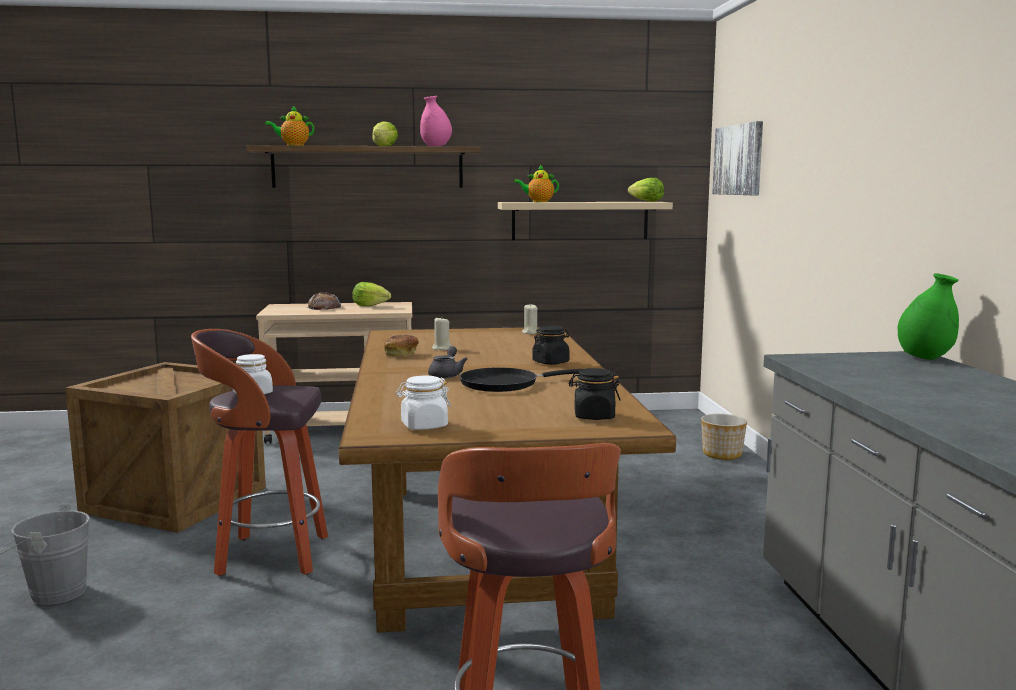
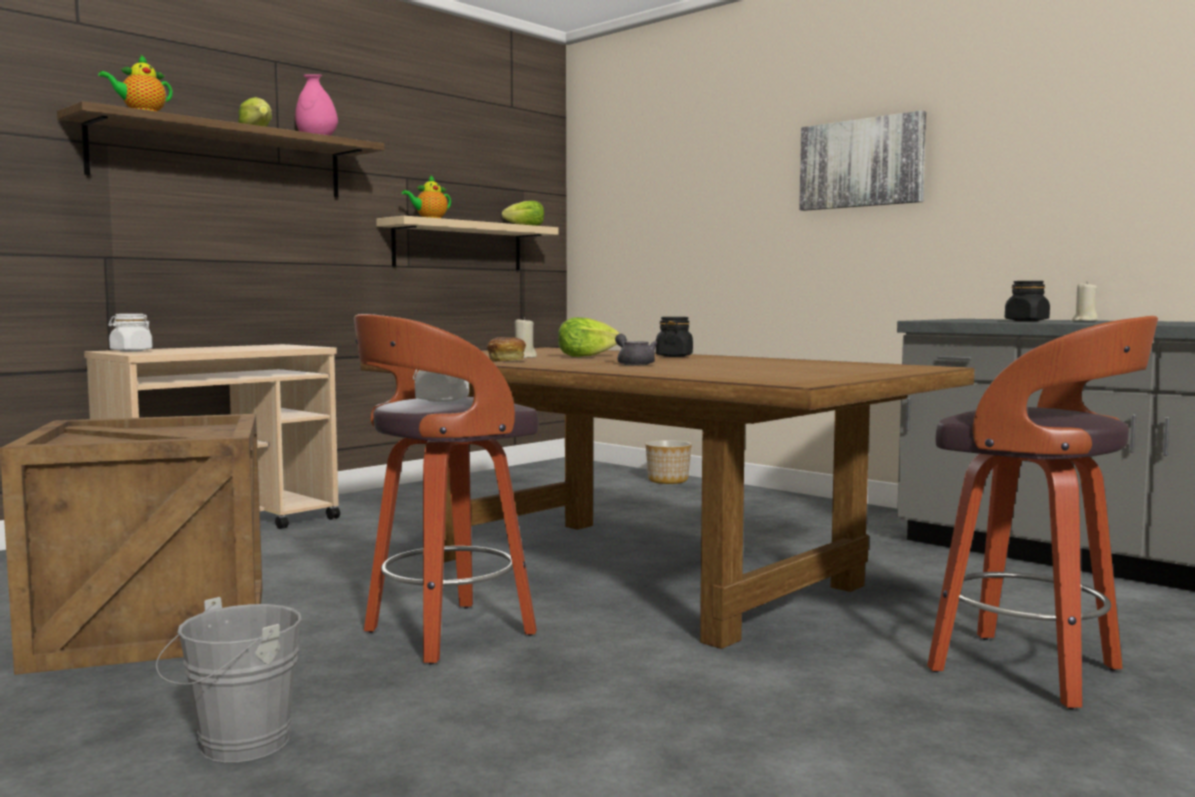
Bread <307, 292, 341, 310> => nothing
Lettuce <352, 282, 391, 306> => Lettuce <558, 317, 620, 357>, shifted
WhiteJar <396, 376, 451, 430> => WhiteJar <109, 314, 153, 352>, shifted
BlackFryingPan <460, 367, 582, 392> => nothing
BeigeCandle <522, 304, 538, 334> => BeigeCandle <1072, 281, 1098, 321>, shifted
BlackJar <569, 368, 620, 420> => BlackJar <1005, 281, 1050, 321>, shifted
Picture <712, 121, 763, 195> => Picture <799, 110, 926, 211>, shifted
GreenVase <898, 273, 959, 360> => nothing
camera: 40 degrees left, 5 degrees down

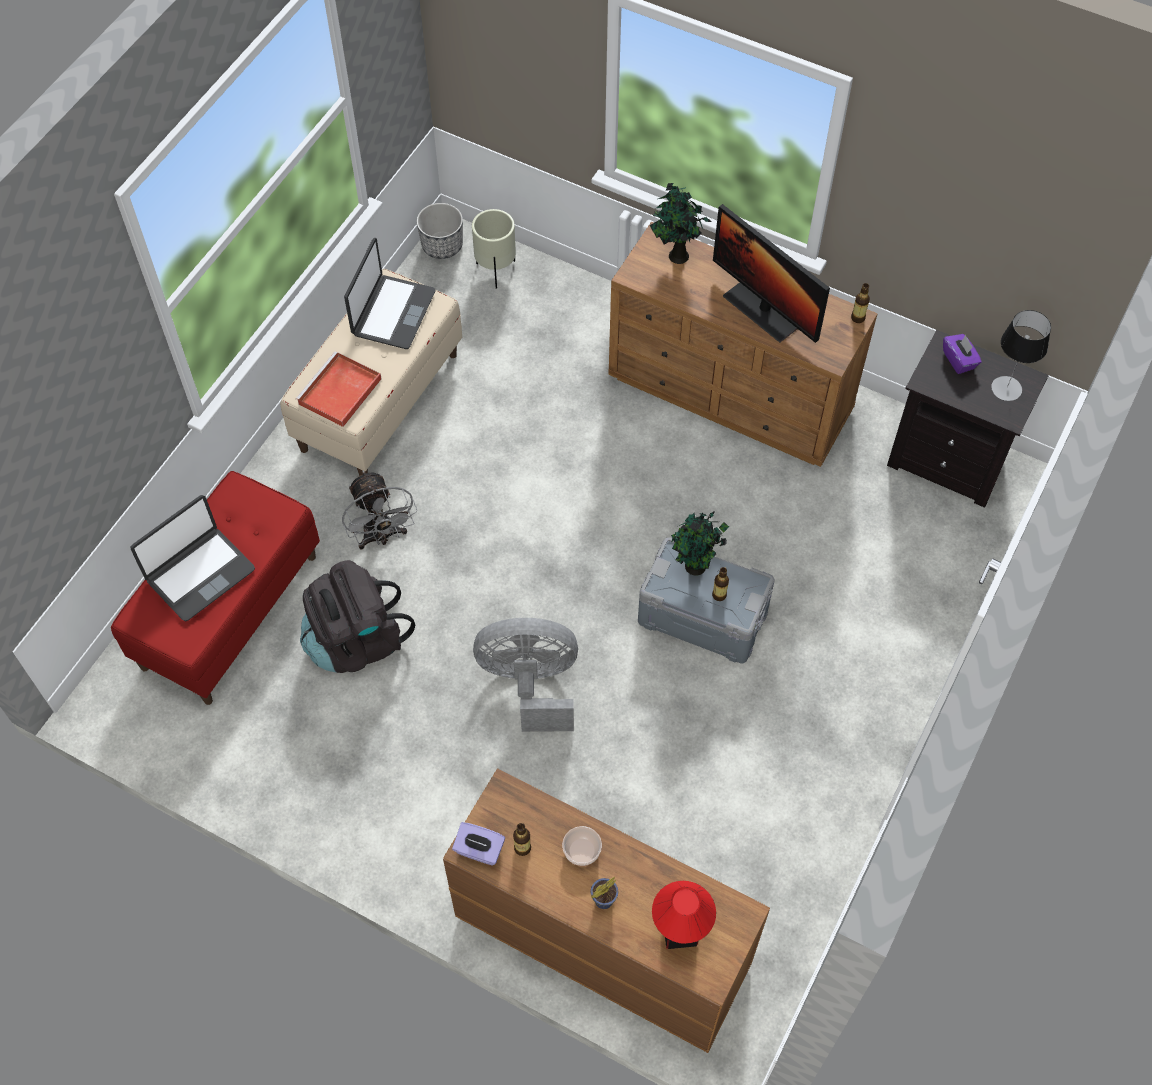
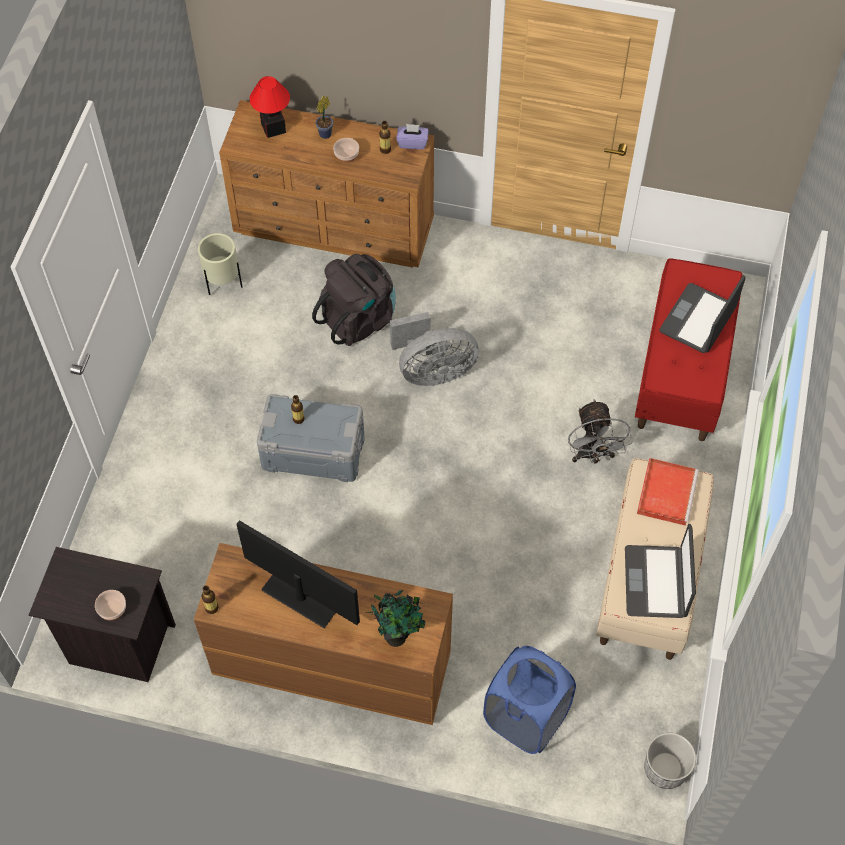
BlackBackpack <300, 560, 415, 673> => BlackBackpack <312, 254, 396, 346>, shifted
GreyFan <342, 471, 418, 549> => GreyFan <568, 399, 633, 464>, 150 degrees counterclockwise
BeigePlanter <472, 209, 516, 289> => BeigePlanter <198, 233, 242, 295>, shifted
PottedPlant <671, 511, 729, 576> => nothing
PurpleTissueBox <943, 334, 982, 374> => Bowl <95, 590, 126, 620>
TableLamp <991, 310, 1051, 401> => nothing
nothing => BlueLaundryBasket <483, 646, 576, 754>
camera: 165 degrees right, 0 degrees up

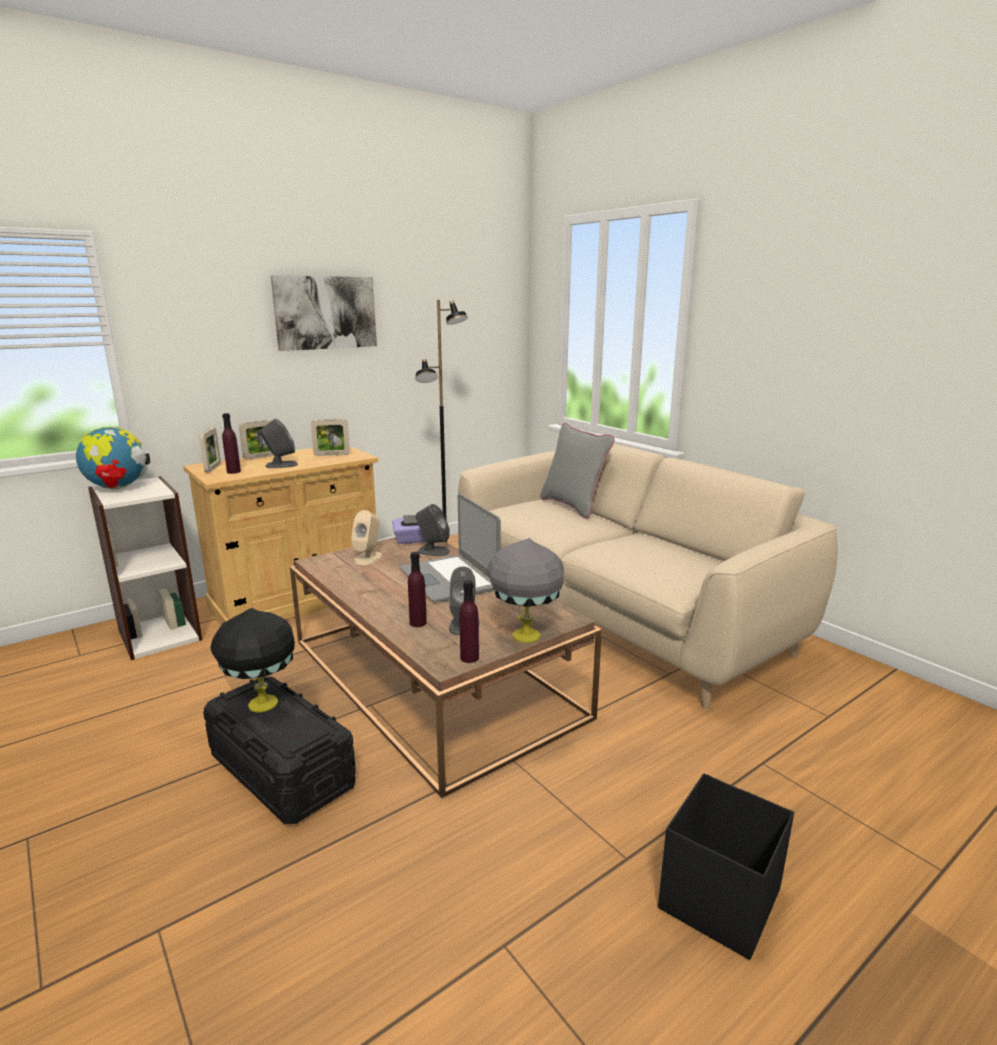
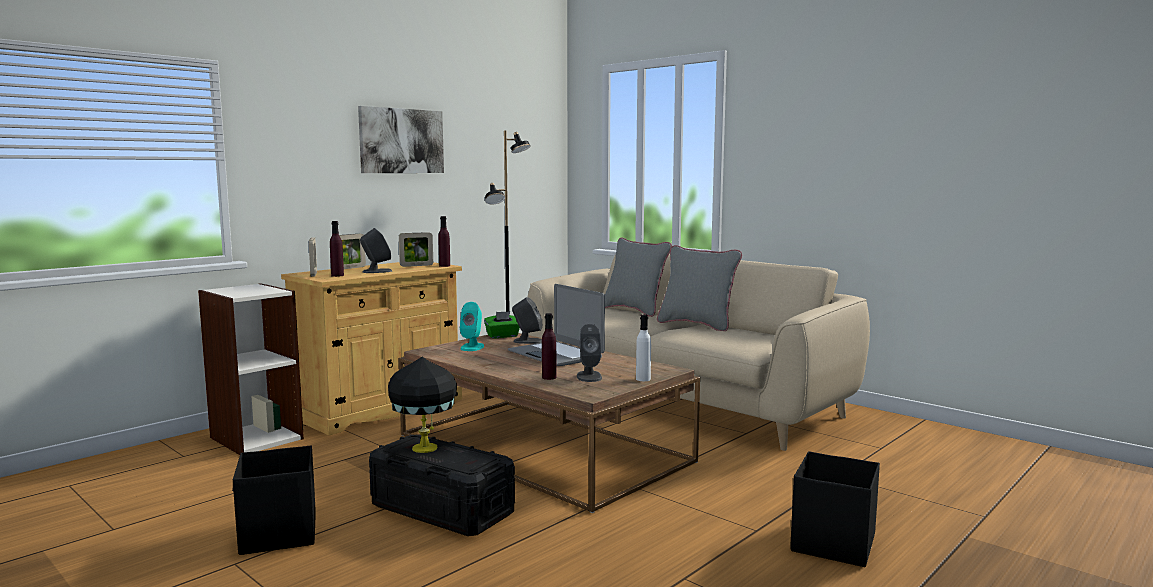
Globe <76, 426, 150, 490> => nothing
BeigeSpeaker <351, 510, 383, 565> => TurquoiseSpeaker <460, 302, 484, 351>
PurpleTissueBox <393, 515, 426, 544> => GreenTissueBox <484, 311, 520, 338>
PurpleBottle <460, 580, 479, 663> => PurpleBottle <438, 216, 450, 267>, shifted
GreyTableLamp <487, 538, 564, 643> => WhiteBottle <636, 314, 651, 381>
nothing => BlackStorageBox <232, 446, 316, 555>
nothing => GreyPillow <657, 245, 742, 331>
camera: 10 degrees left, 10 degrees down

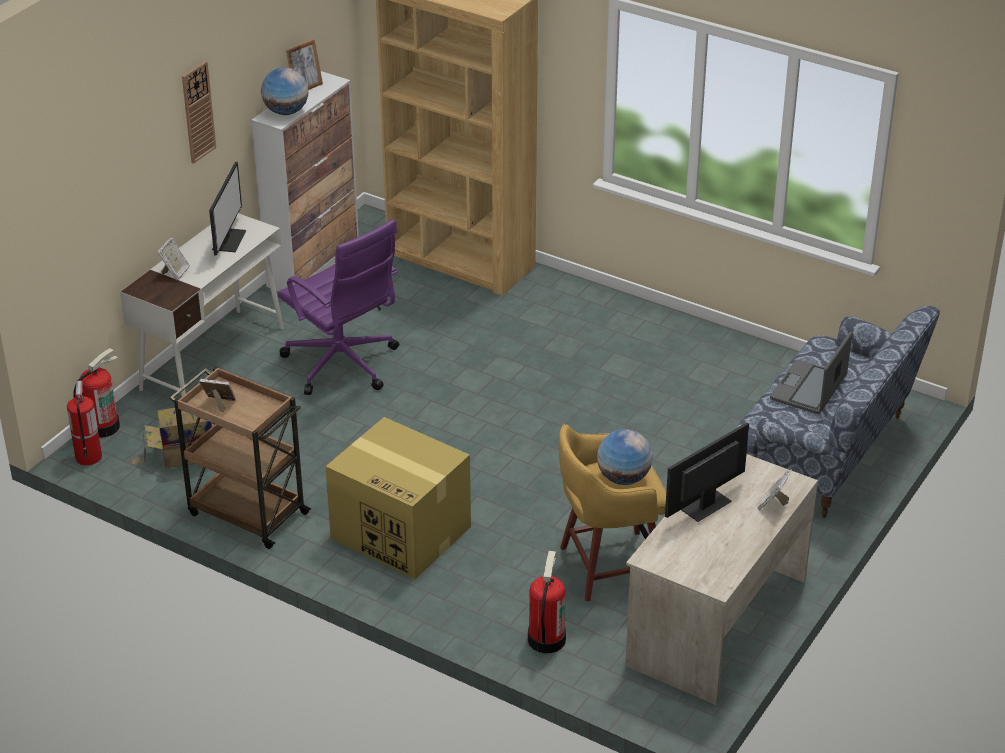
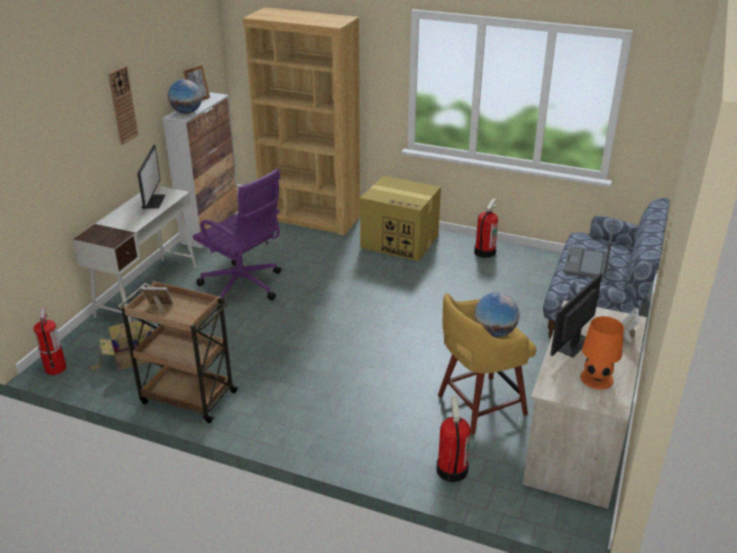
FireExtinguisher <73, 348, 120, 438> => FireExtinguisher <474, 198, 498, 258>, shifted
PictureFrame <157, 238, 190, 280> => nothing
CardboardBox <325, 417, 471, 579> => CardboardBox <360, 176, 441, 261>, shifted
nothing => OrangeTableLamp <580, 316, 624, 389>
camera: 10 degrees left, 5 degrees down

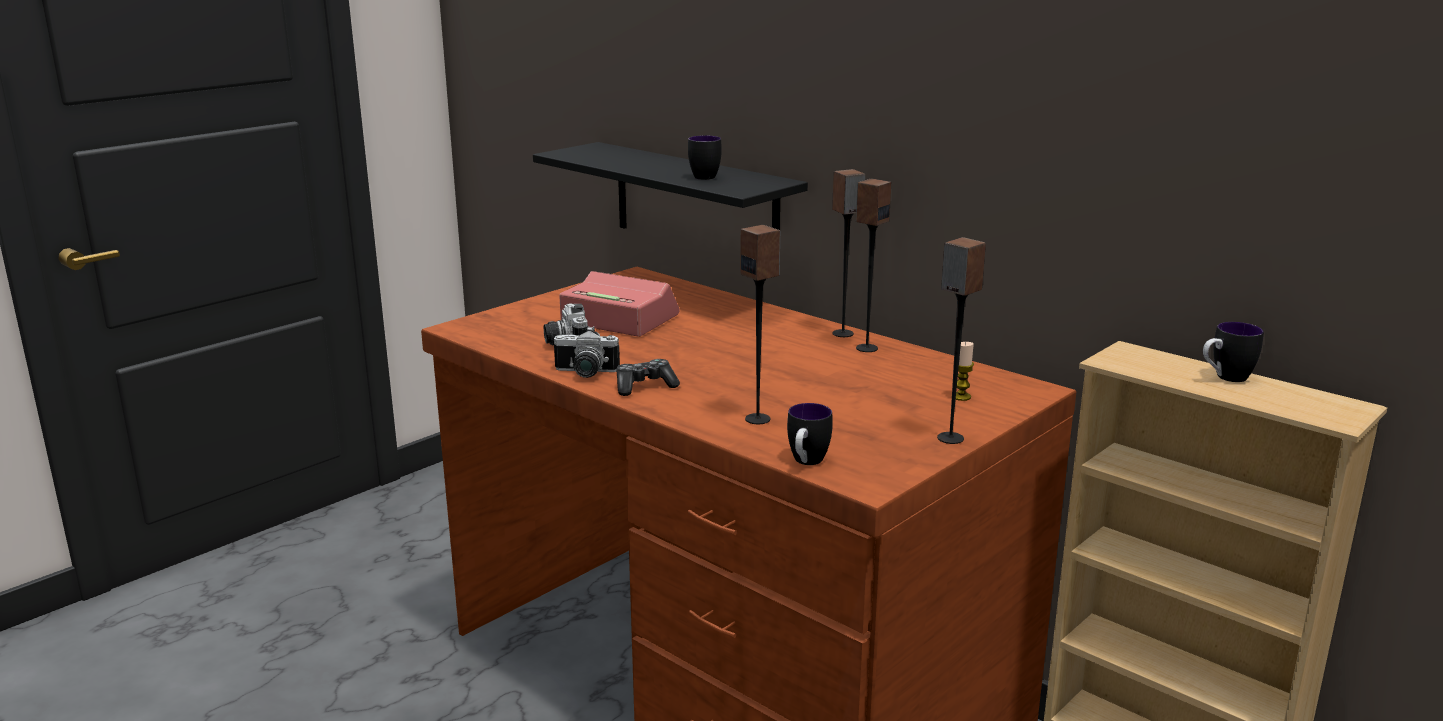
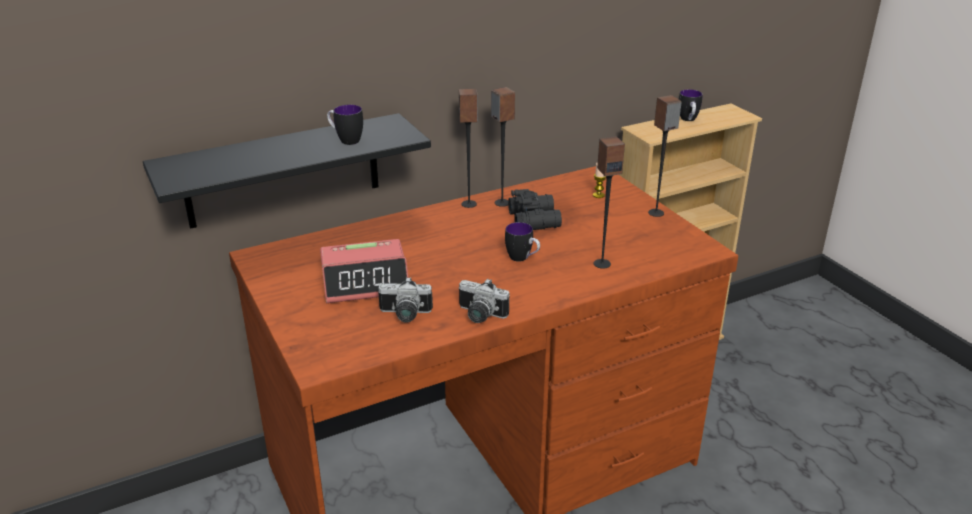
PhotoCamera <554, 326, 620, 378> => PhotoCamera <459, 279, 510, 323>, 90 degrees clockwise
AlarmClock <559, 271, 680, 337> => AlarmClock <320, 239, 408, 303>, 150 degrees counterclockwise
GameController <616, 359, 680, 396> => nothing
Mug <787, 403, 833, 465> => Mug <505, 222, 540, 262>, shifted
nothing => BlackBinoculars <508, 189, 562, 230>
camera: 70 degrees left, 10 degrees up

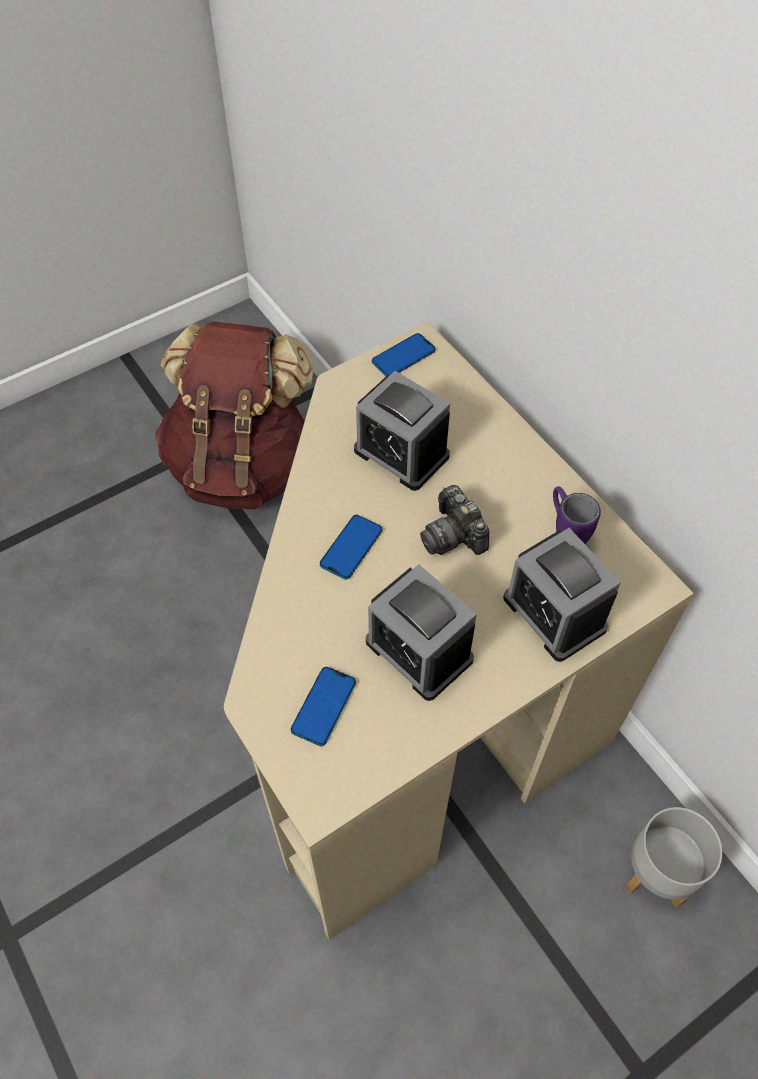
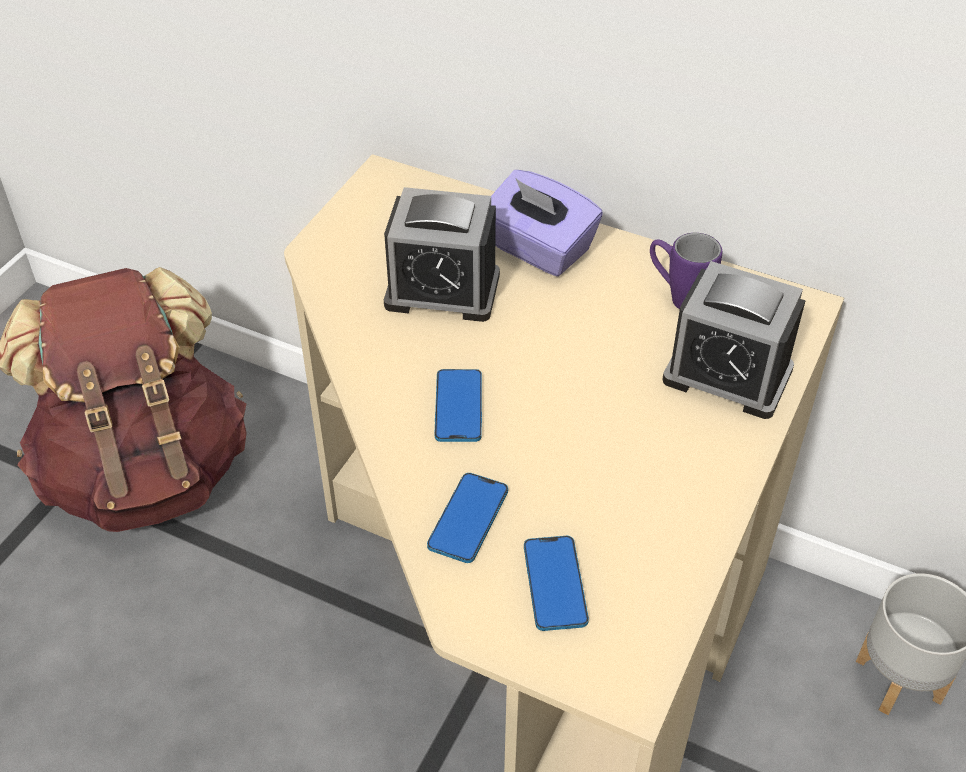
AlarmClock <366, 564, 477, 701> => nothing
Phone <372, 333, 436, 376> => Phone <427, 473, 508, 563>, shifted
PhotoCamera <420, 485, 489, 555> => nothing
nothing => PurpleTissueBox <491, 170, 603, 277>
camera: 30 degrees left, 10 degrees down

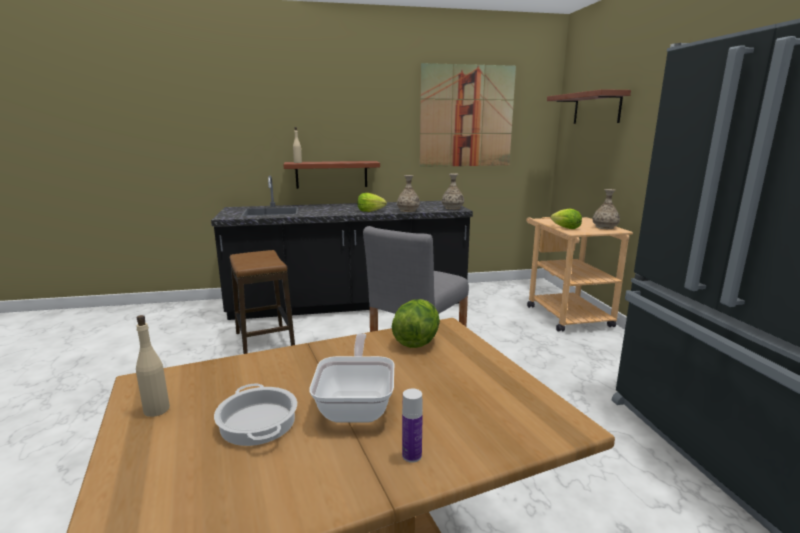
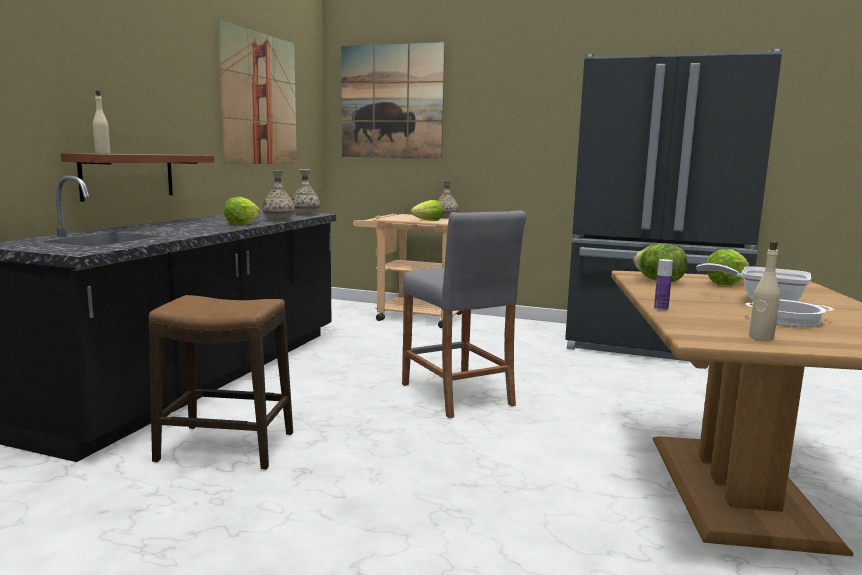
Bottle <402, 388, 423, 463> => Bottle <654, 259, 673, 311>, shifted
Shelf <547, 89, 631, 124> => Picture <341, 42, 445, 159>
nothing => Lettuce <706, 249, 749, 285>
camera: 60 degrees left, 5 degrees down

